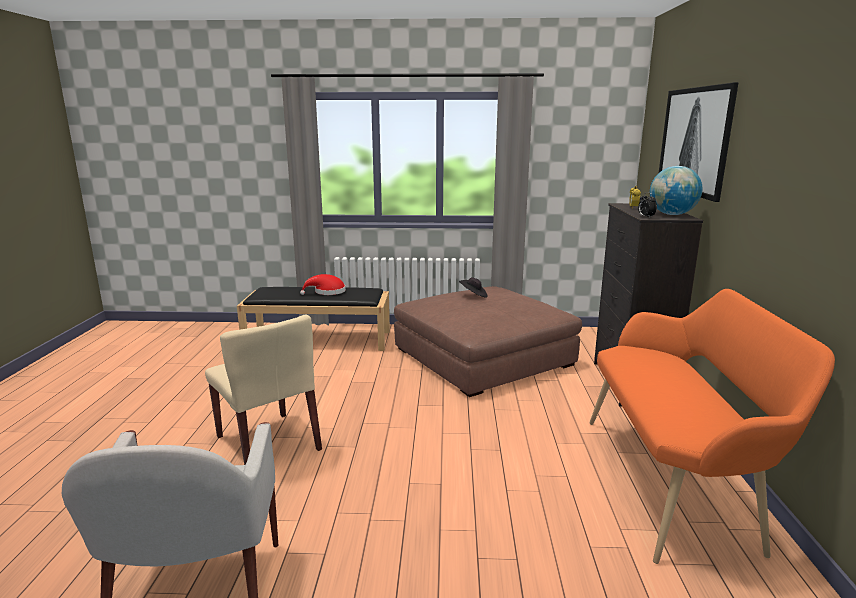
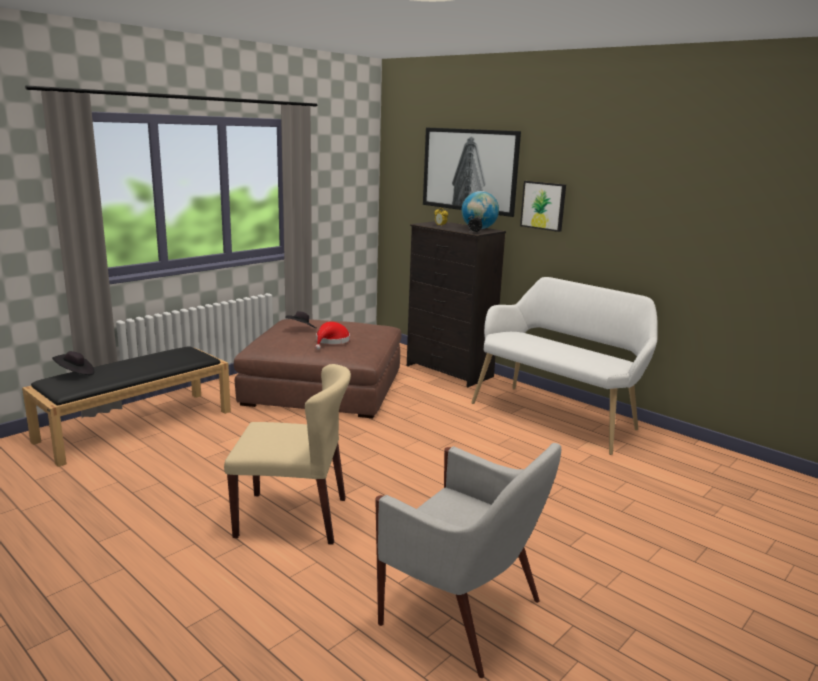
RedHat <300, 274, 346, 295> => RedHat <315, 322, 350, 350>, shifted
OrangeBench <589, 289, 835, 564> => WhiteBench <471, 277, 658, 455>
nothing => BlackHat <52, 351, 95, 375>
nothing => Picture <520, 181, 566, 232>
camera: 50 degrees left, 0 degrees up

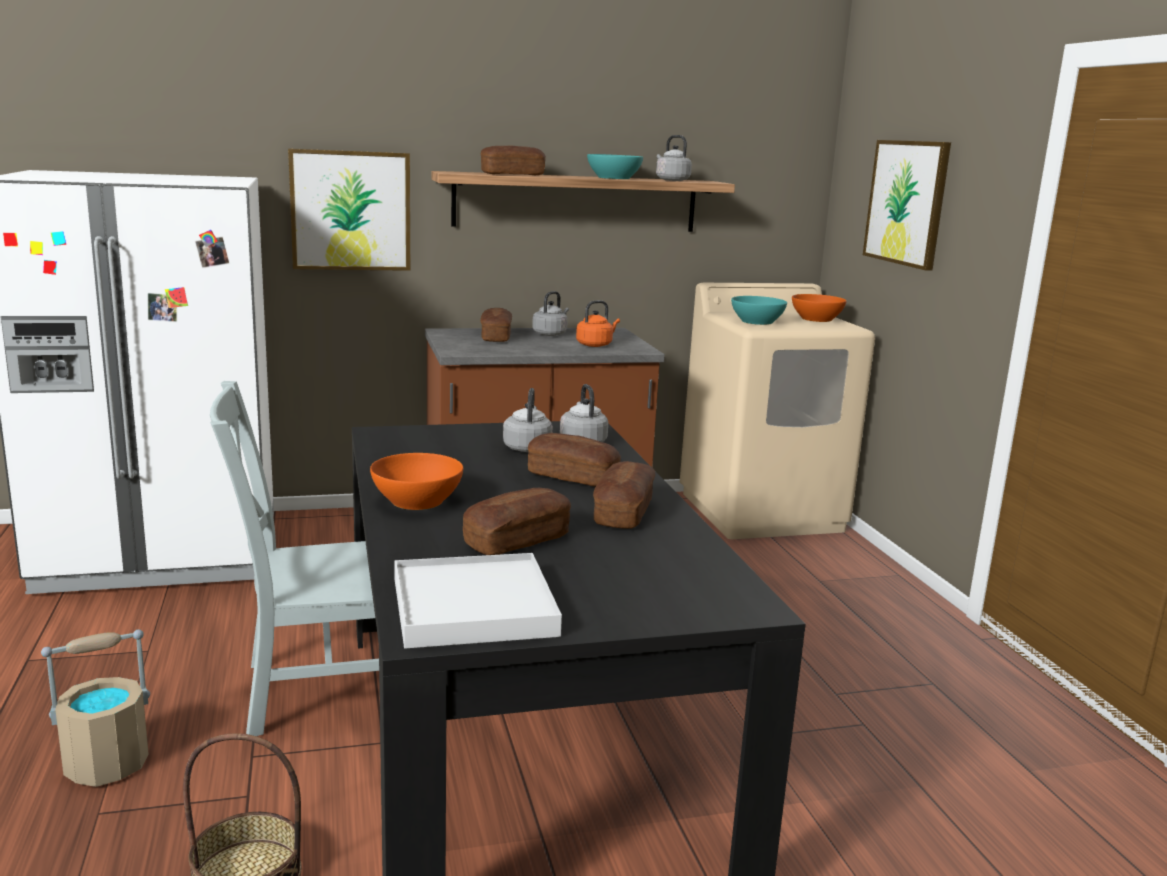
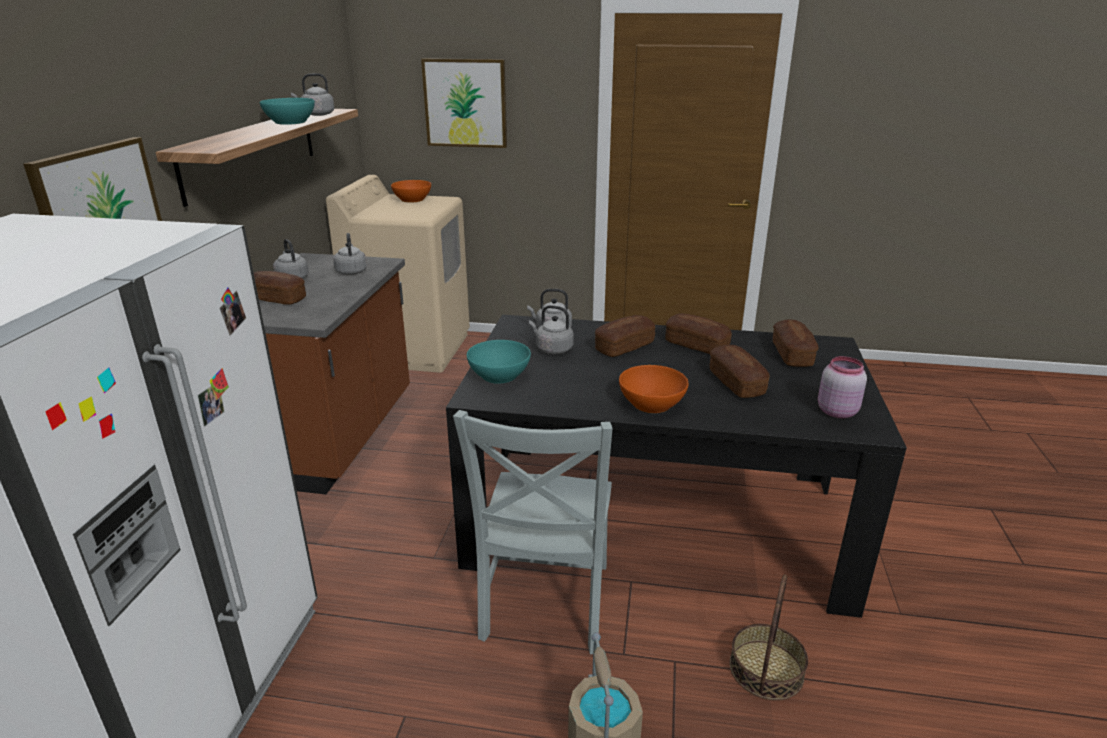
WhiteTray <394, 553, 562, 649> => PinkJar <818, 356, 867, 418>
Bread <481, 146, 546, 175> => Bread <773, 319, 818, 367>, shifted
OrangeKettle <576, 300, 620, 347> => GreyKettle <333, 233, 367, 275>
TurquoiseBowl <731, 296, 787, 325> => TurquoiseBowl <467, 340, 531, 384>, shifted
camera: 65 degrees left, 10 degrees up

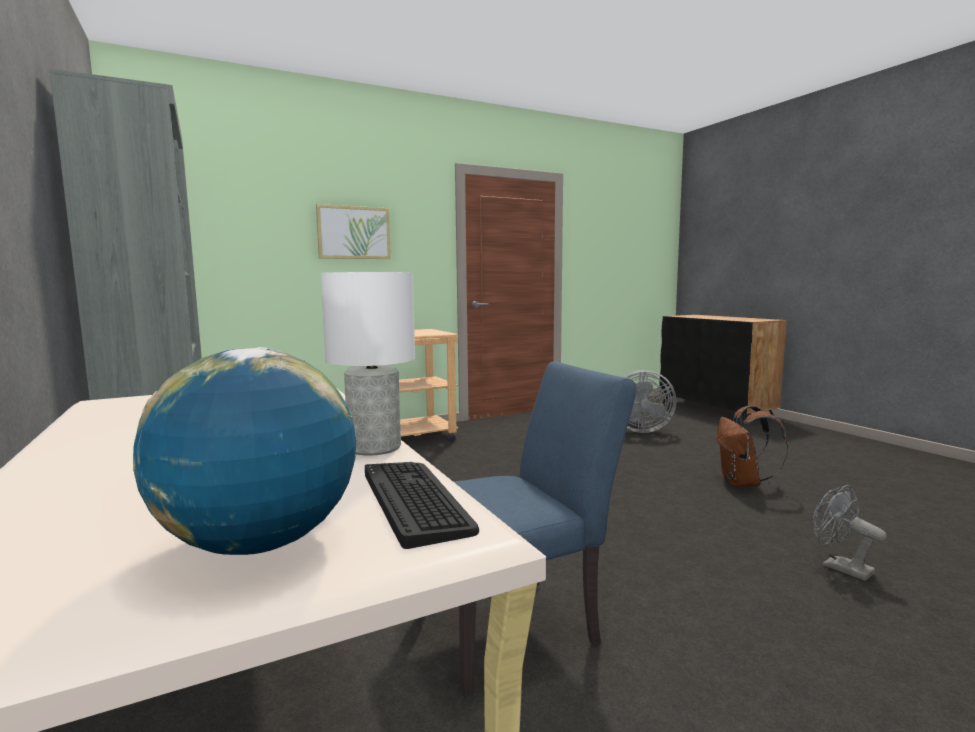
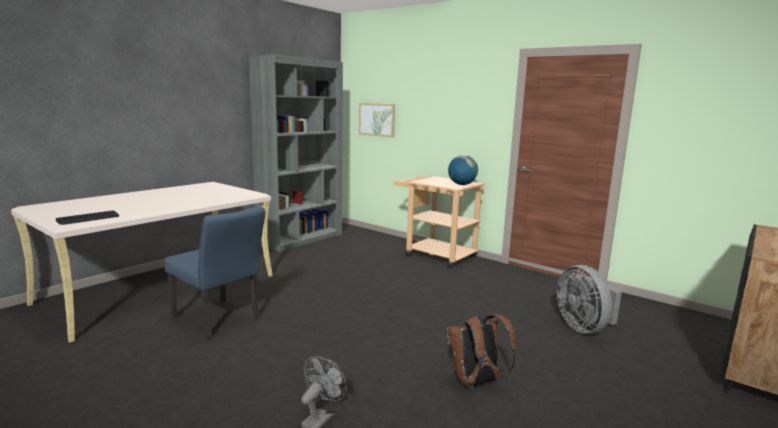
Globe <133, 347, 356, 555> => Globe <448, 155, 478, 185>, shifted
Picture <316, 204, 391, 259> => Picture <359, 103, 395, 137>, shifted
WhiteTableLamp <321, 272, 415, 455> => nothing
camera: 65 degrees right, 5 degrees up

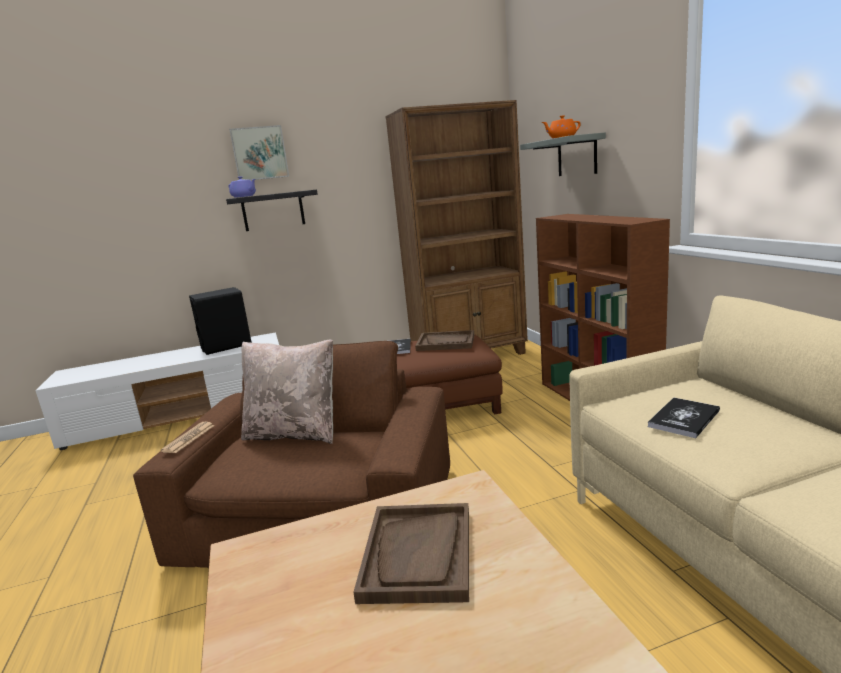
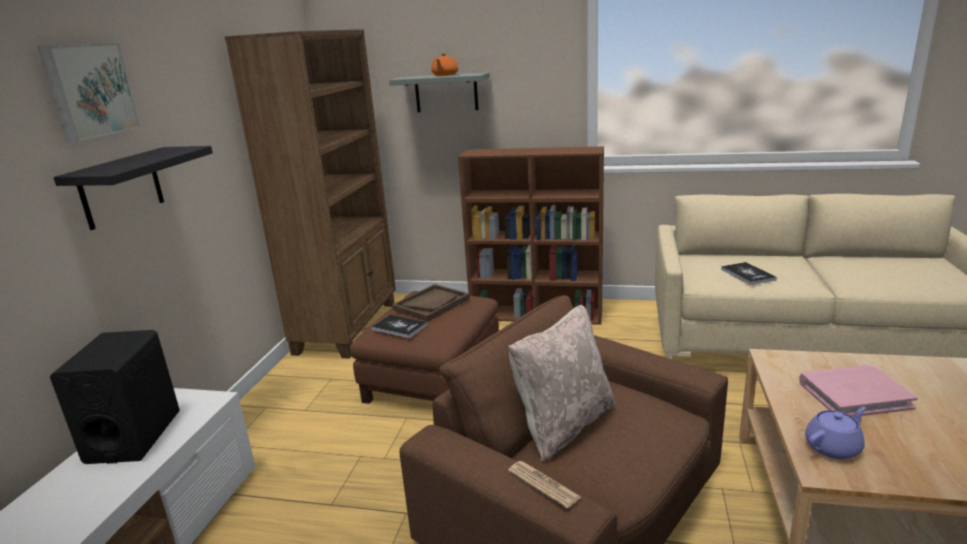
PurpleTeapot <229, 176, 256, 197> => PurpleTeapot <805, 407, 866, 459>, shifted
BrownTray <353, 503, 469, 604> => PinkBook <799, 365, 918, 417>
camera: 60 degrees left, 5 degrees up

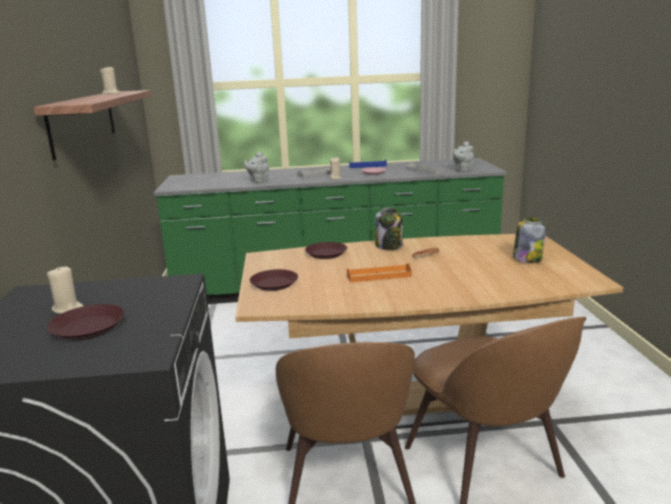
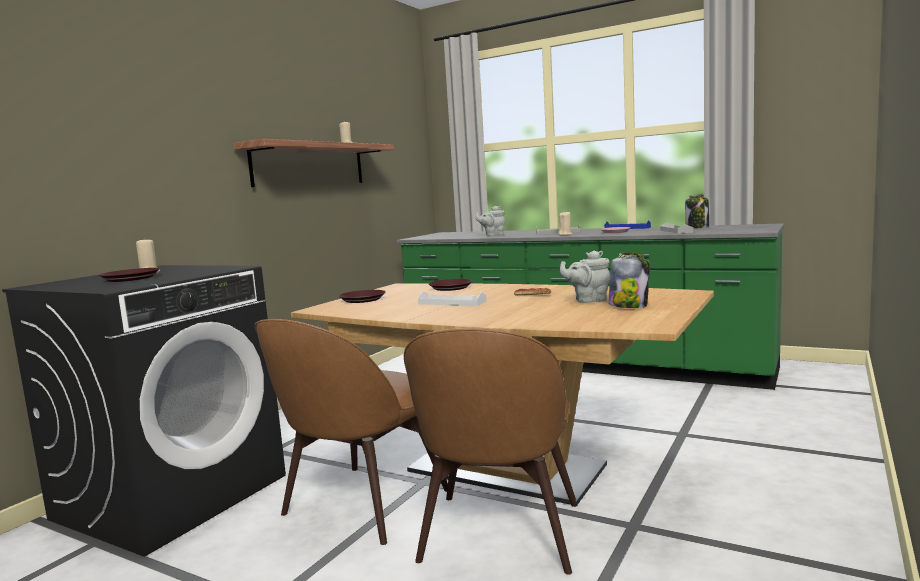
OrangeTray <347, 263, 412, 282> => WhiteTray <418, 291, 487, 306>
Jar <375, 208, 403, 250> => Jar <685, 194, 709, 228>, shifted
GreyTeapot <452, 141, 474, 172> => GreyTeapot <560, 250, 610, 303>, shifted
camera: 35 degrees right, 10 degrees down

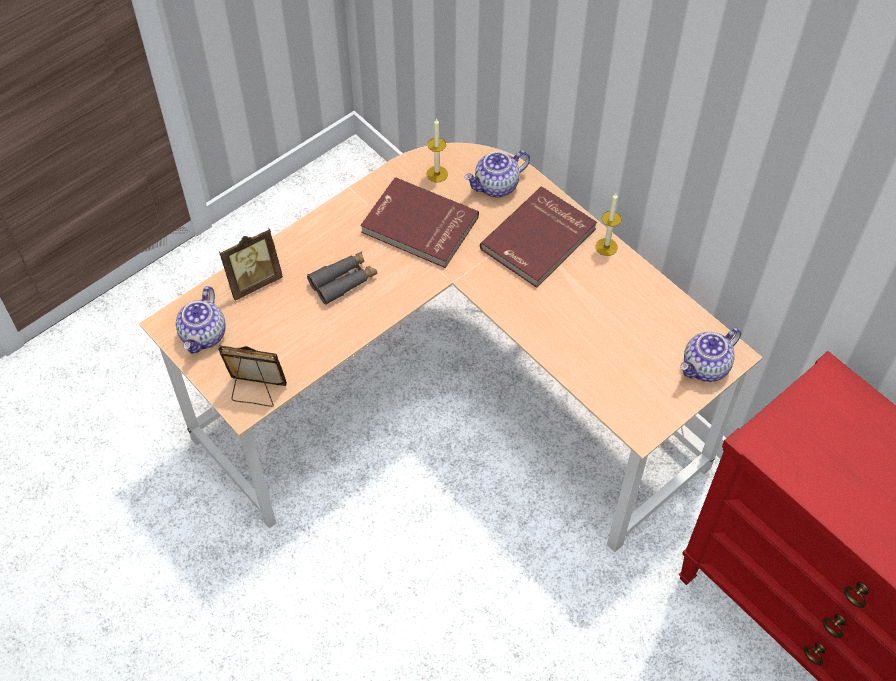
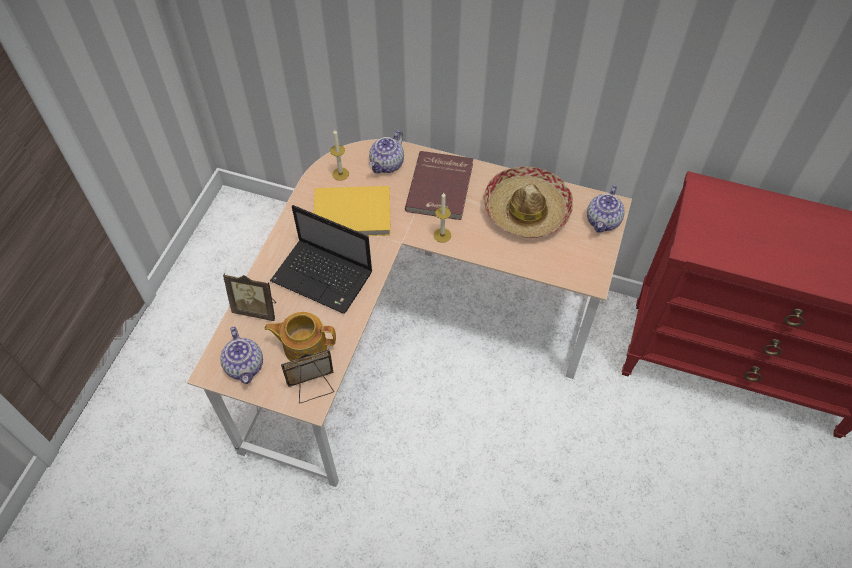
PictureFrame <219, 228, 283, 300> => PictureFrame <223, 273, 276, 321>, 75 degrees clockwise
GreyBinoculars <307, 252, 377, 305> => Laptop <270, 205, 372, 314>
RedBook <360, 177, 479, 268> => YellowBook <314, 186, 391, 236>
Candle <595, 193, 621, 256> => Candle <434, 193, 451, 243>, shifted
nothing => Teapot <264, 312, 336, 361>
nothing => Hat <483, 167, 573, 238>
camera: 30 degrees left, 0 degrees up

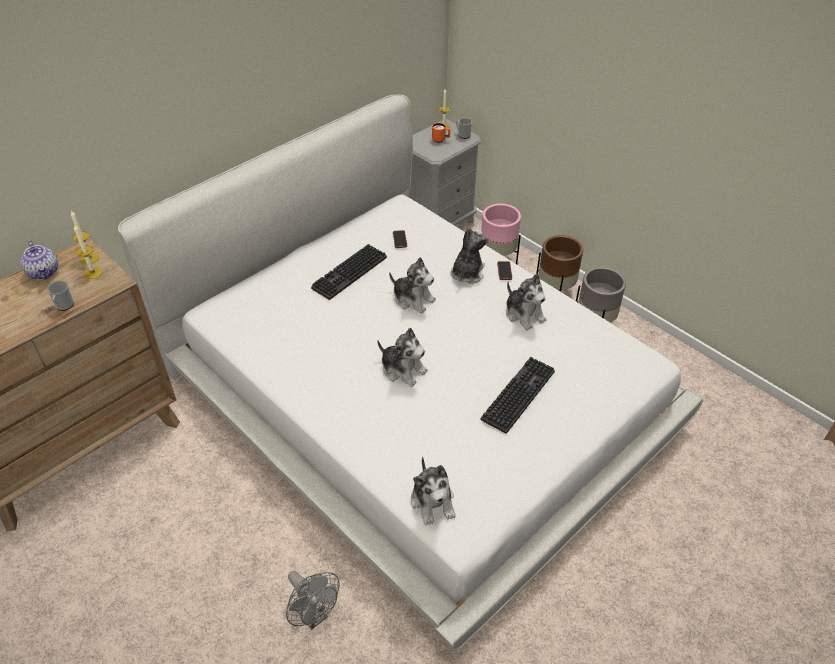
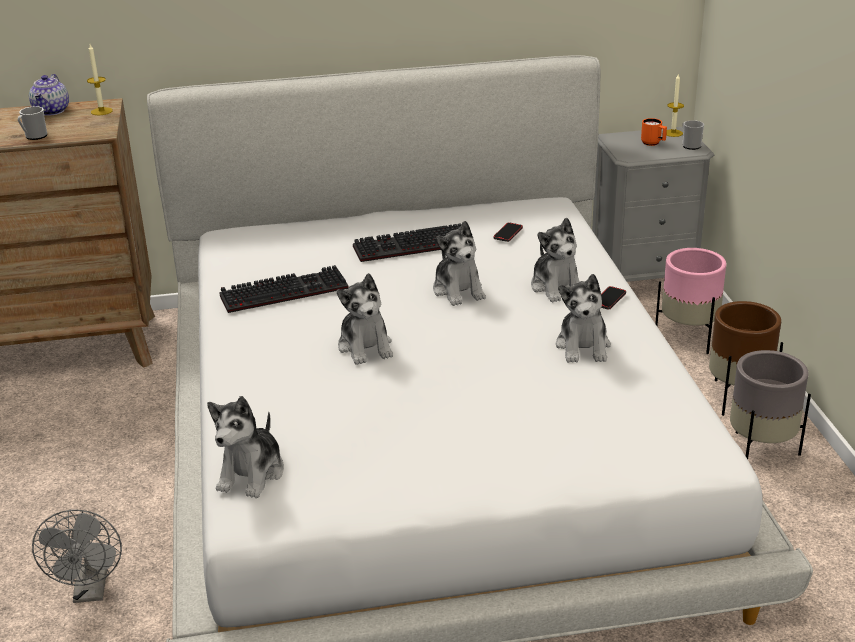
Candle <74, 224, 103, 279> => nothing
PlushToy <451, 227, 489, 284> => PlushToy <531, 218, 580, 302>, 105 degrees clockwise
Keyboard <481, 357, 555, 434> => Keyboard <219, 265, 349, 313>, shifted
camera: 35 degrees right, 15 degrees down

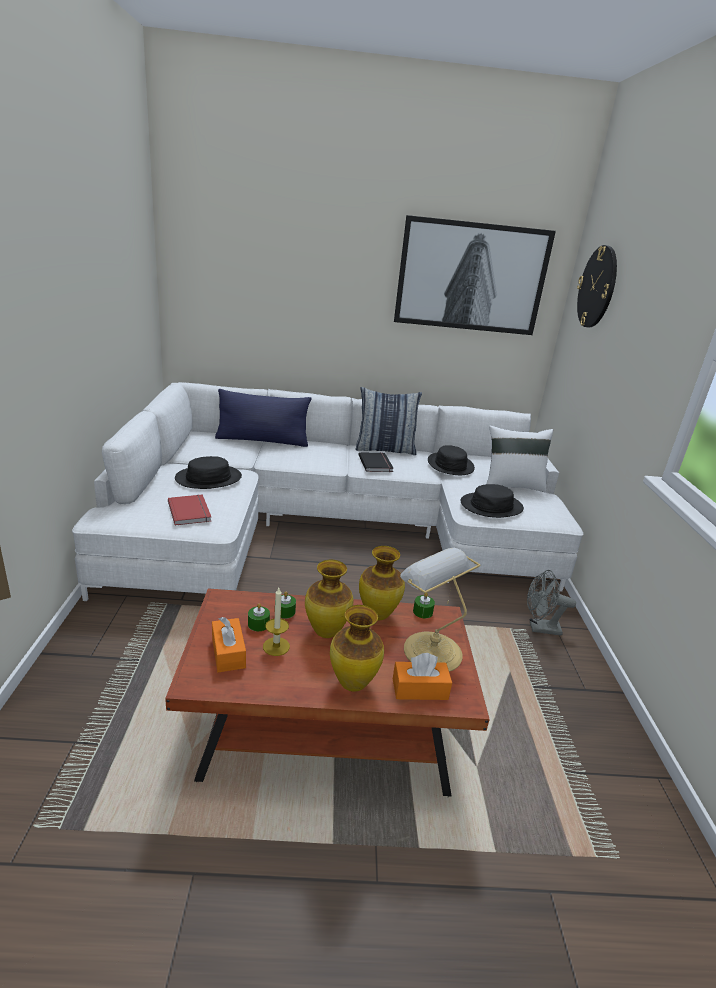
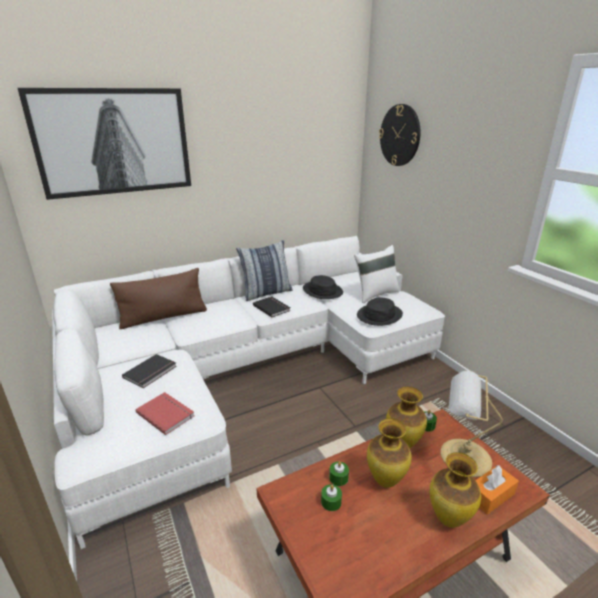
BlackHat <175, 456, 242, 489> => BlackBook <122, 354, 177, 388>
OrangeTissueBox <212, 617, 246, 672> => nothing
BluePillow <215, 389, 311, 447> => BrownPillow <110, 268, 207, 329>
Candle <263, 588, 290, 656> => nothing
Picture <394, 215, 556, 335> => Picture <18, 88, 191, 200>, shifted
GreyFan <527, 570, 576, 636> => nothing
camera: 25 degrees left, 0 degrees up

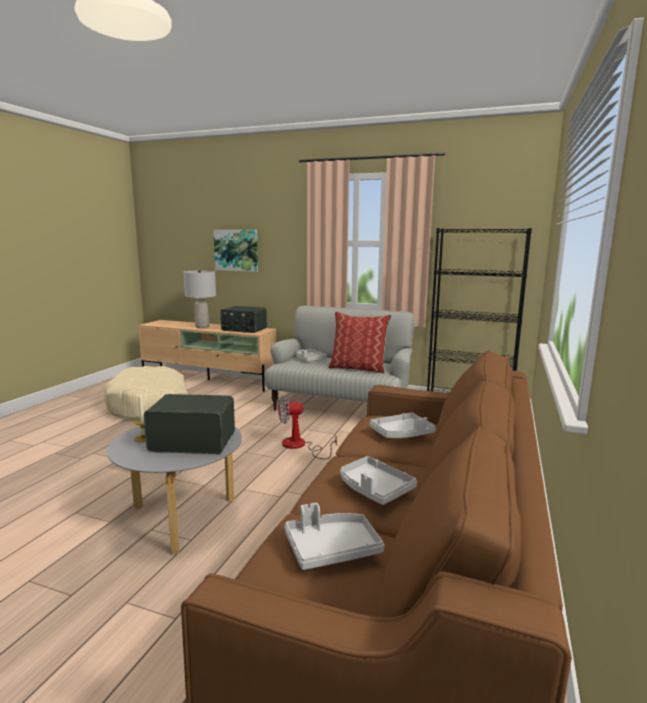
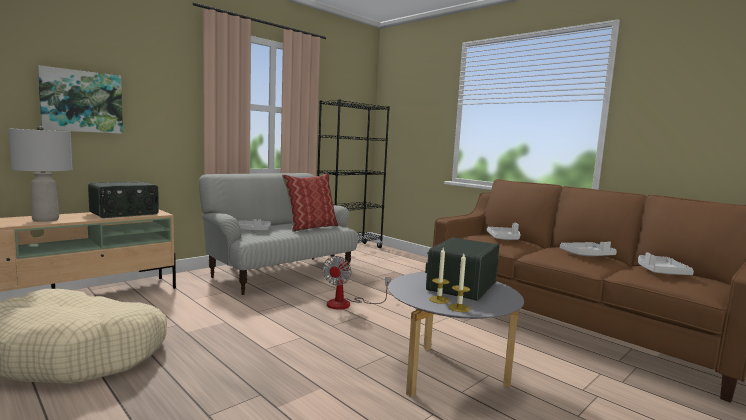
nothing => Candle <449, 254, 470, 312>
camera: 65 degrees left, 5 degrees down

